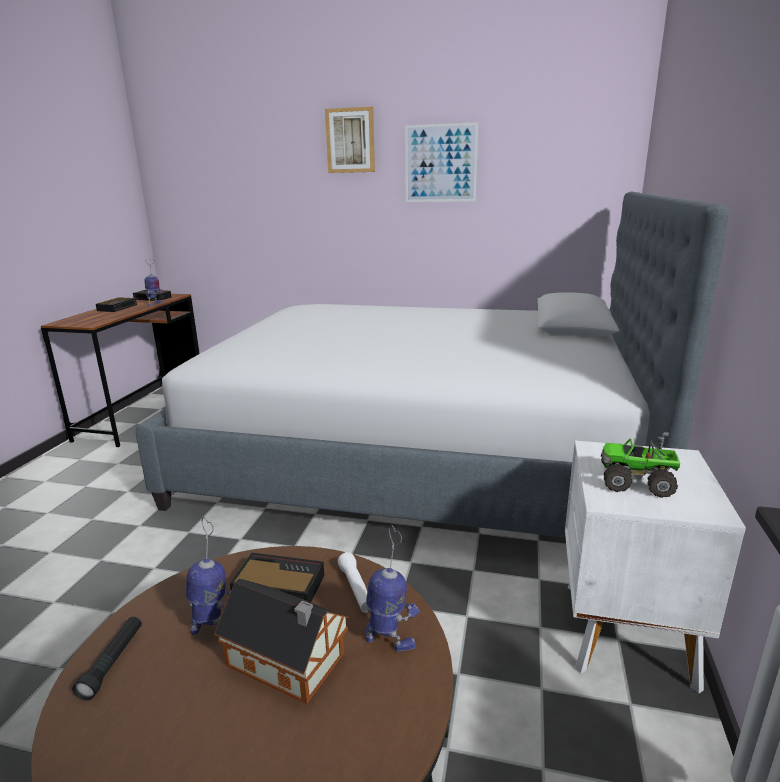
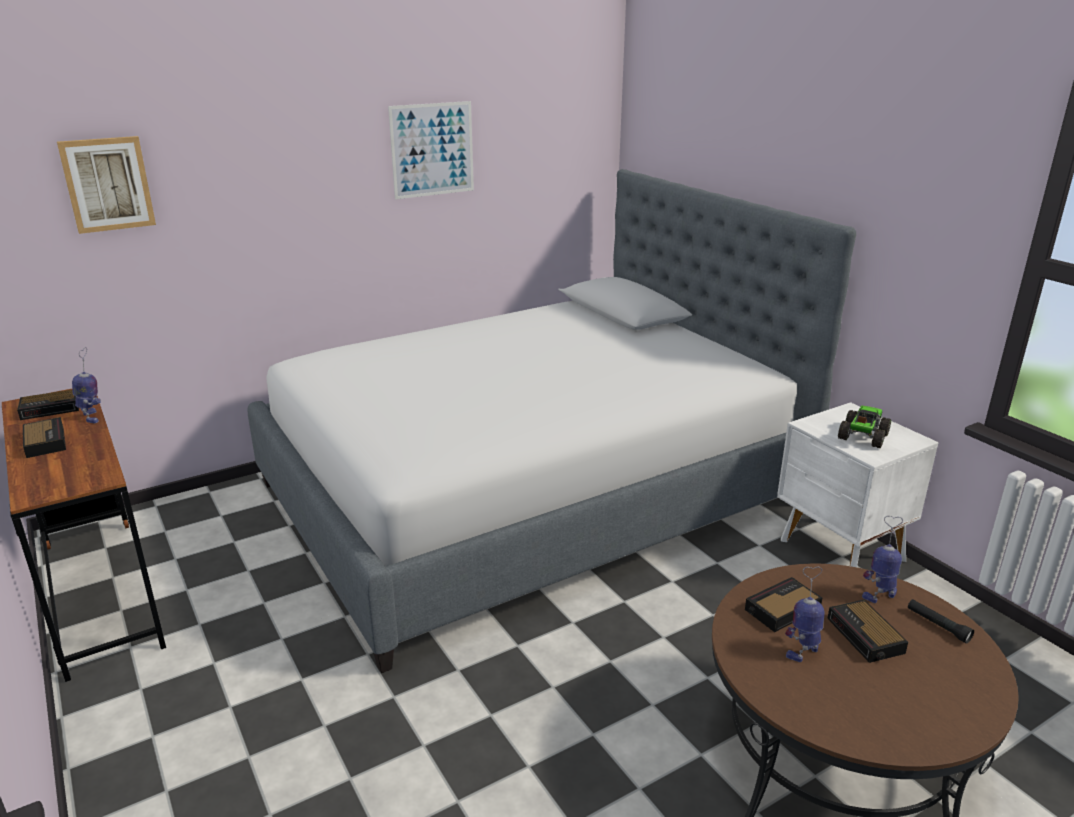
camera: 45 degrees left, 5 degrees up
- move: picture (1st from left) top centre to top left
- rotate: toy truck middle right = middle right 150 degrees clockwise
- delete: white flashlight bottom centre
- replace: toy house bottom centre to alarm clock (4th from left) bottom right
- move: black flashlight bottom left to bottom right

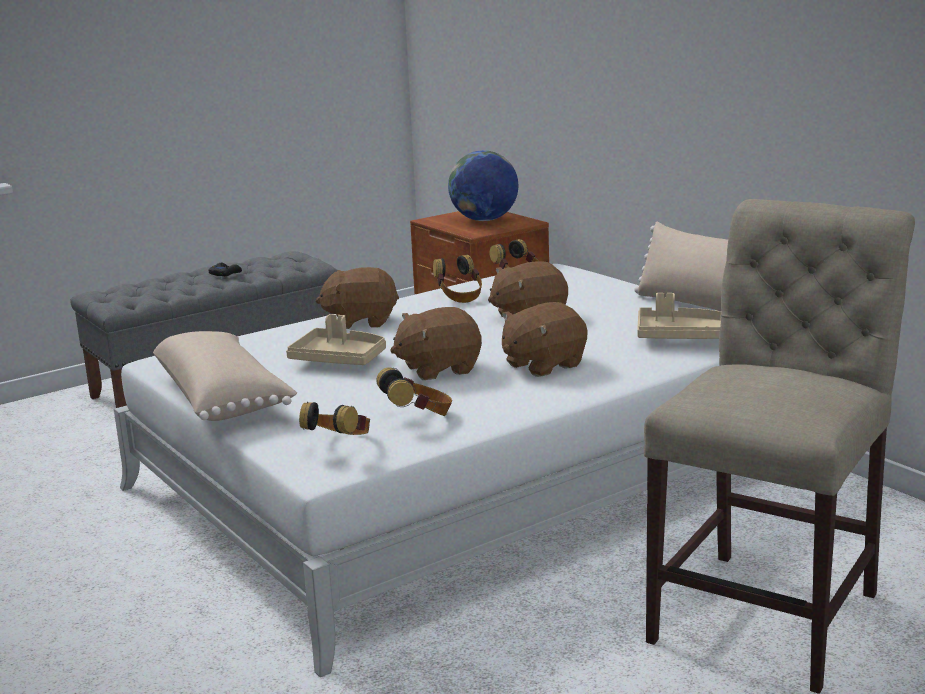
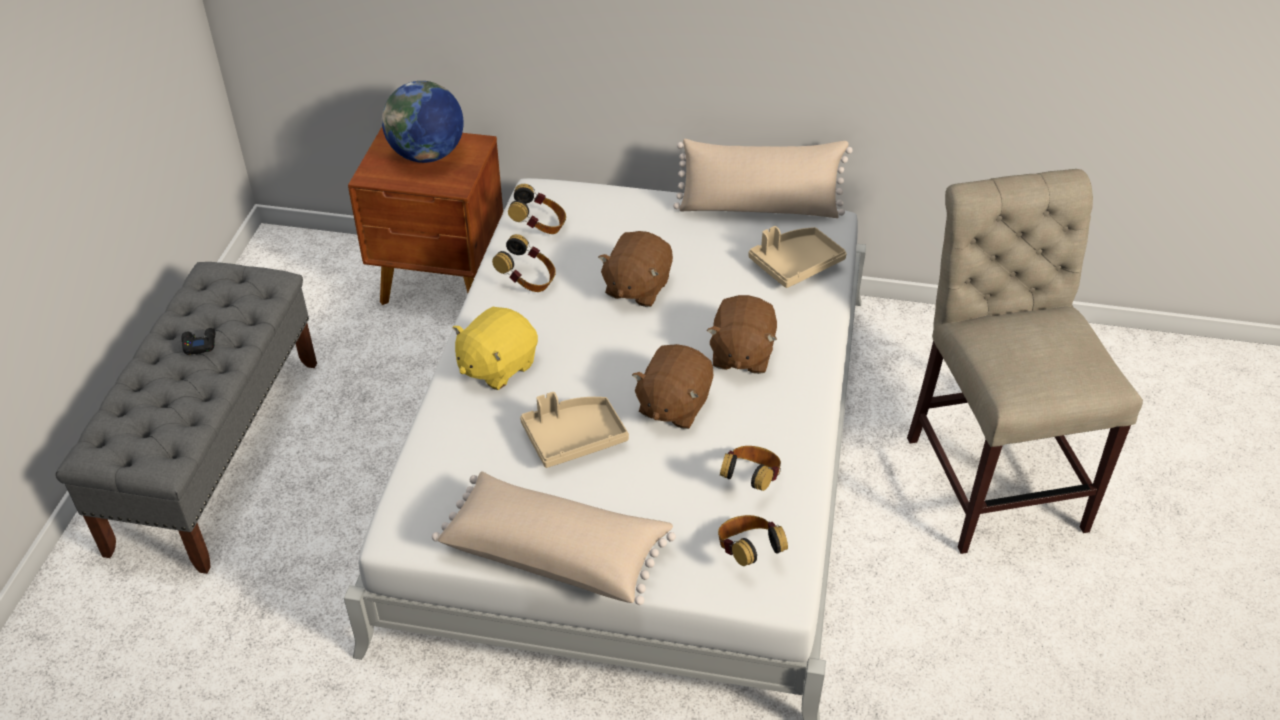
camera: 45 degrees left, 25 degrees up
- recolor: brown plush toy (1st from left) centre to yellow plush toy centre

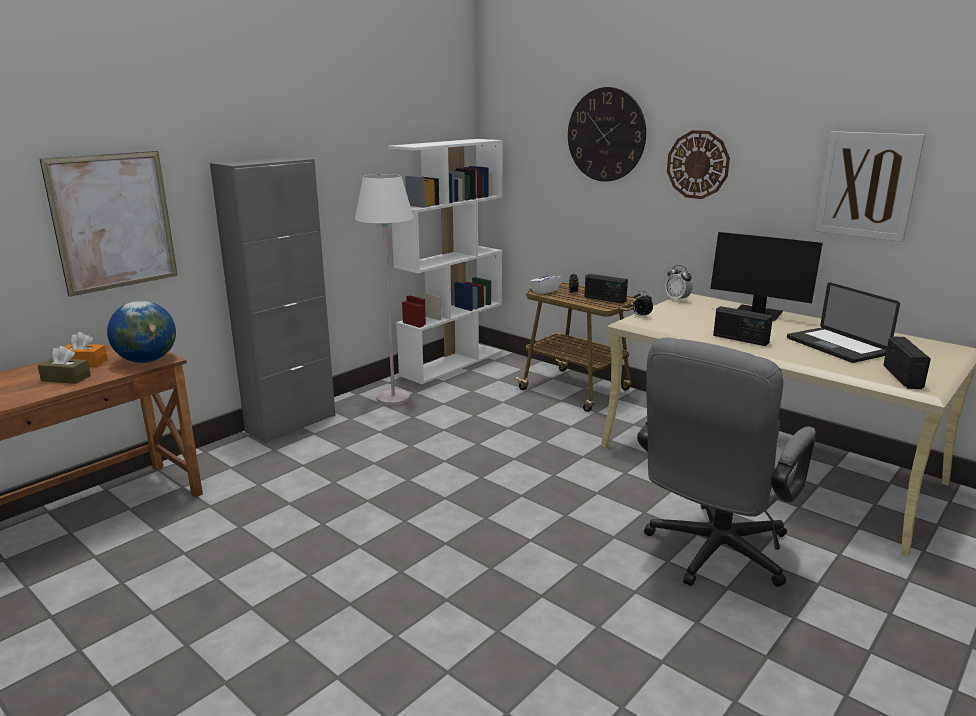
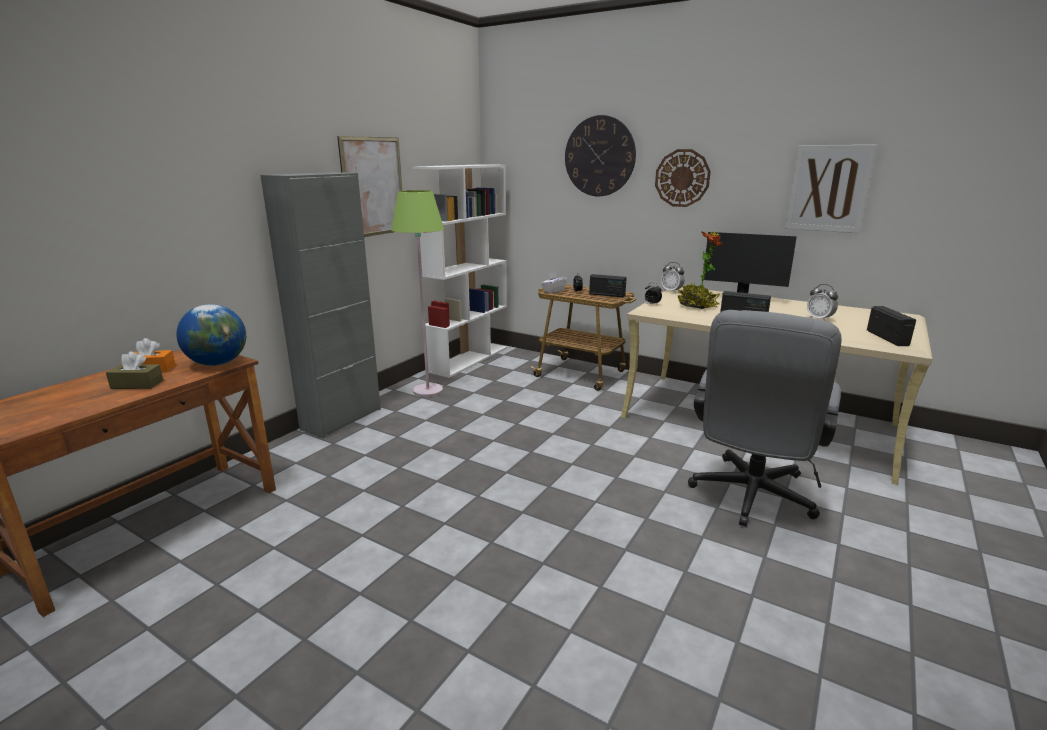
camera: 10 degrees left, 0 degrees up
- move: picture (1st from left) top left to top centre
- recolor: white floor lamp centre to green floor lamp centre
- replace: laptop middle right to alarm clock (4th from left) middle right
- insert: potted plant middle right

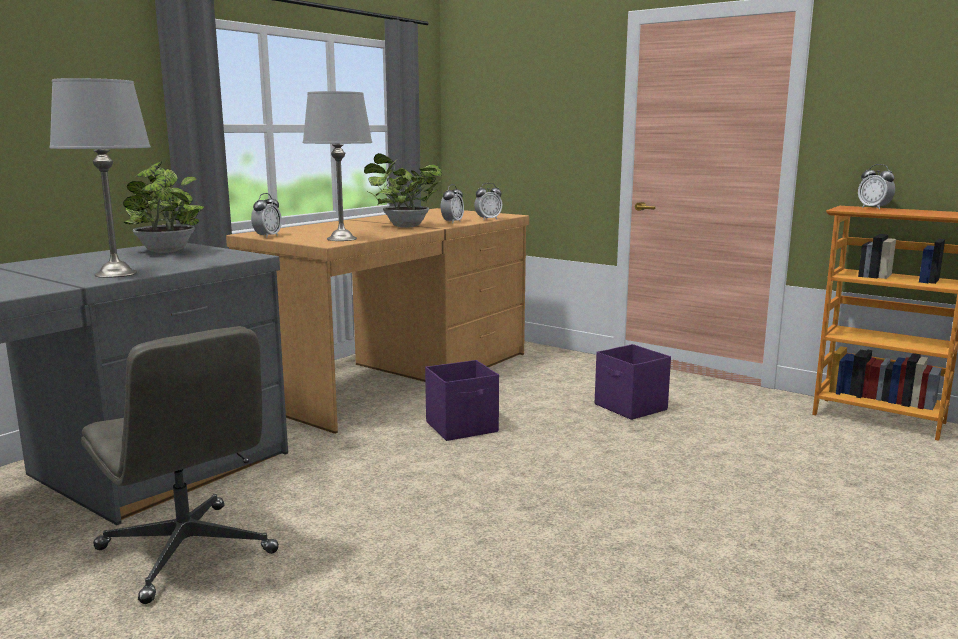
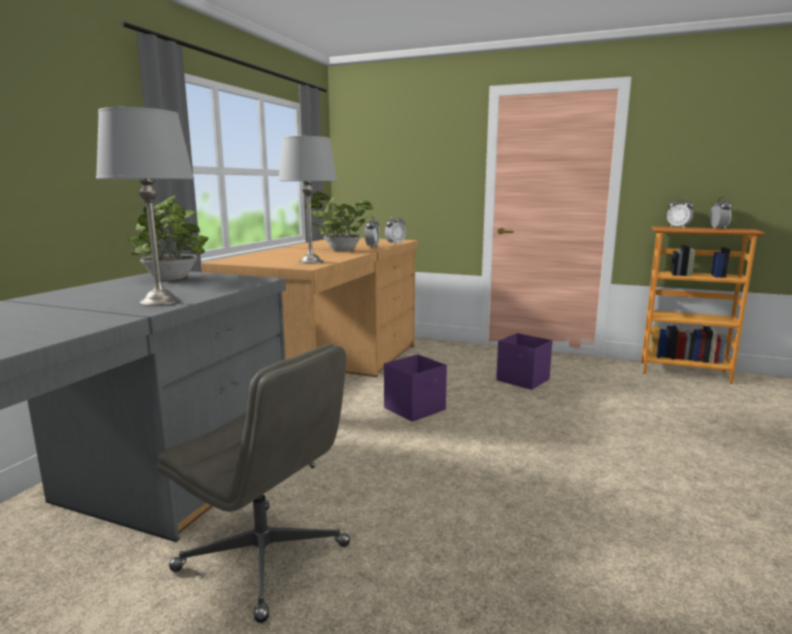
camera: 15 degrees left, 0 degrees up
- move: alarm clock (1st from left in the first image) middle left to alarm clock (4th from left) middle right

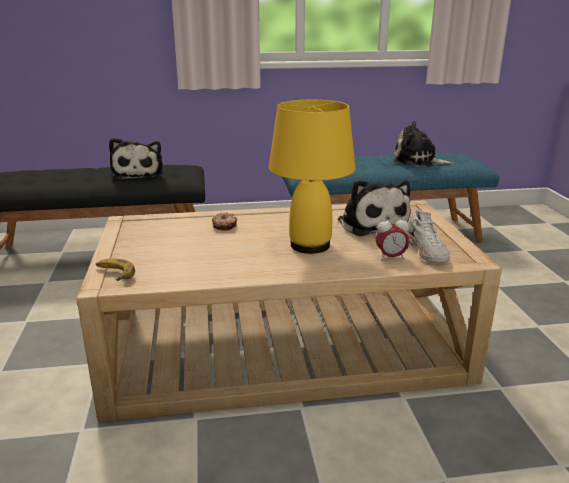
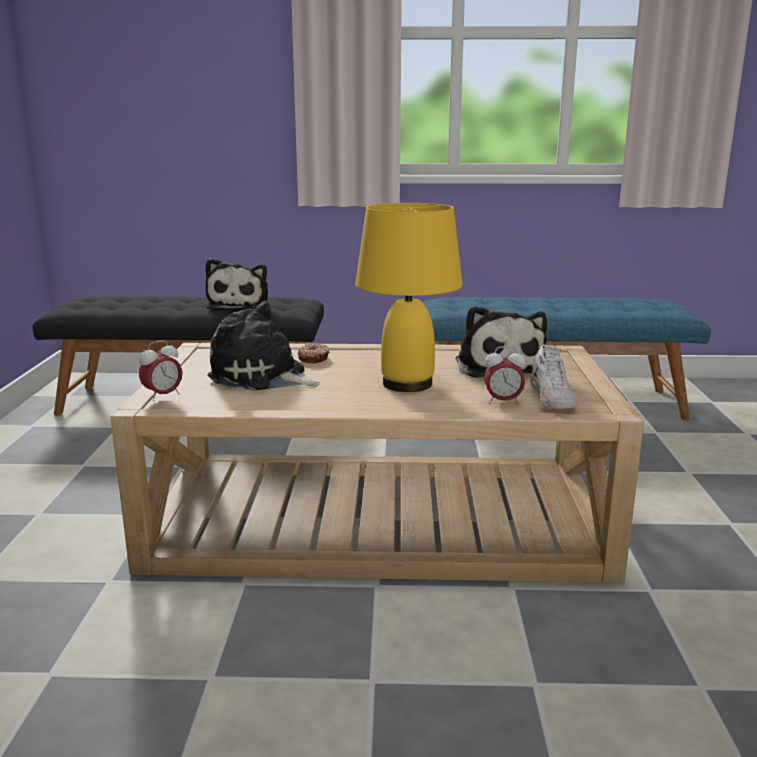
camera: 10 degrees right, 5 degrees down
- move: plush toy (3rd from left in the first image) top right to plush toy (2nd from left) centre
- replace: banana middle left to alarm clock (1st from left) middle left

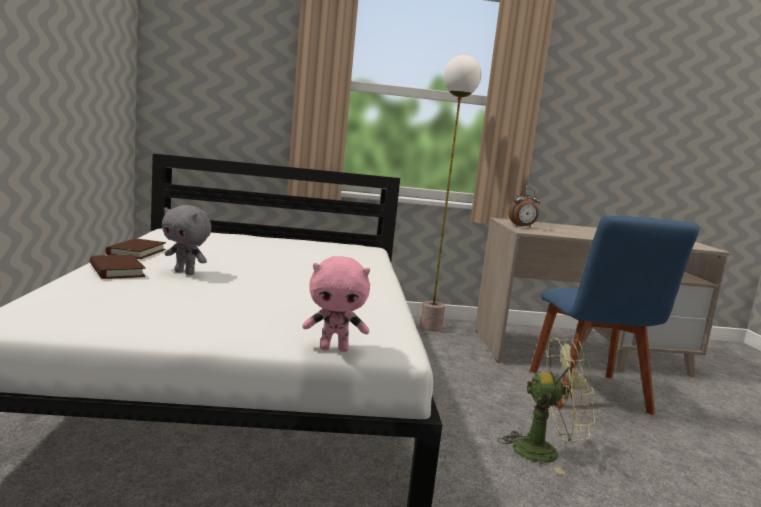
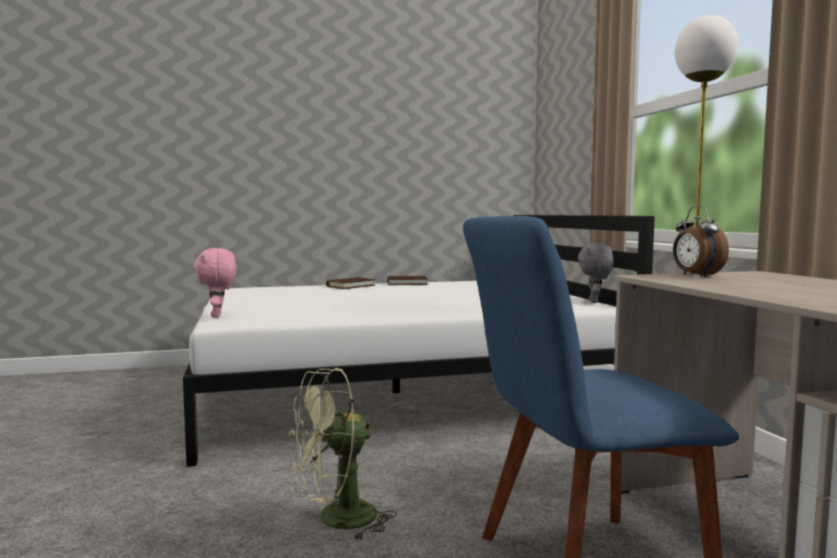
camera: 80 degrees right, 5 degrees down
- move: grey plush toy middle left to middle right
- rotate: green fan bottom right = bottom centre 75 degrees clockwise

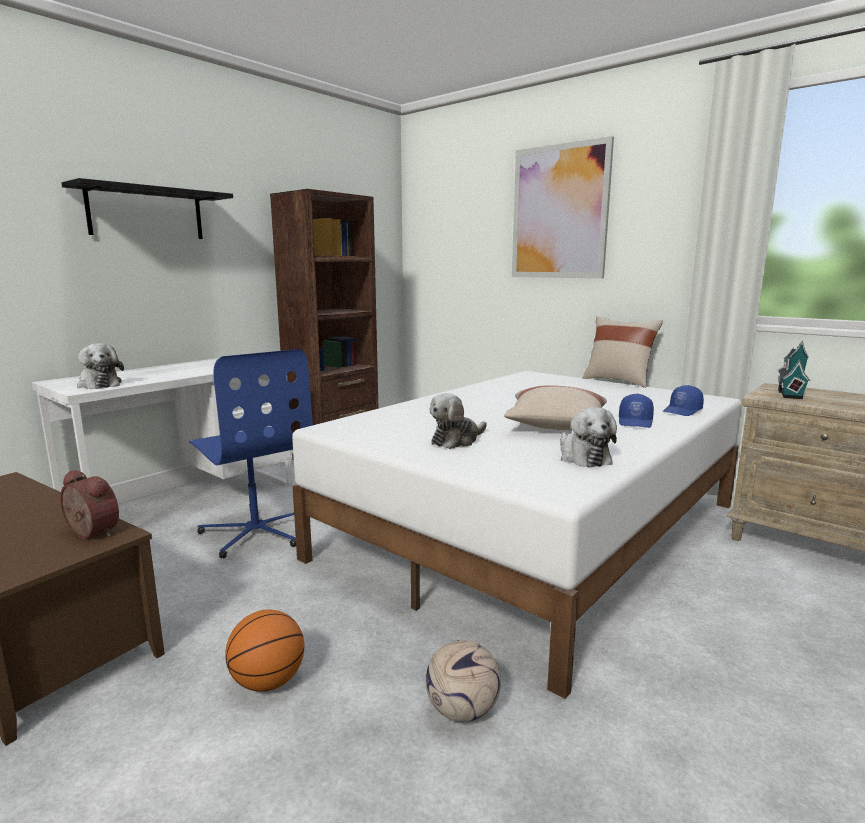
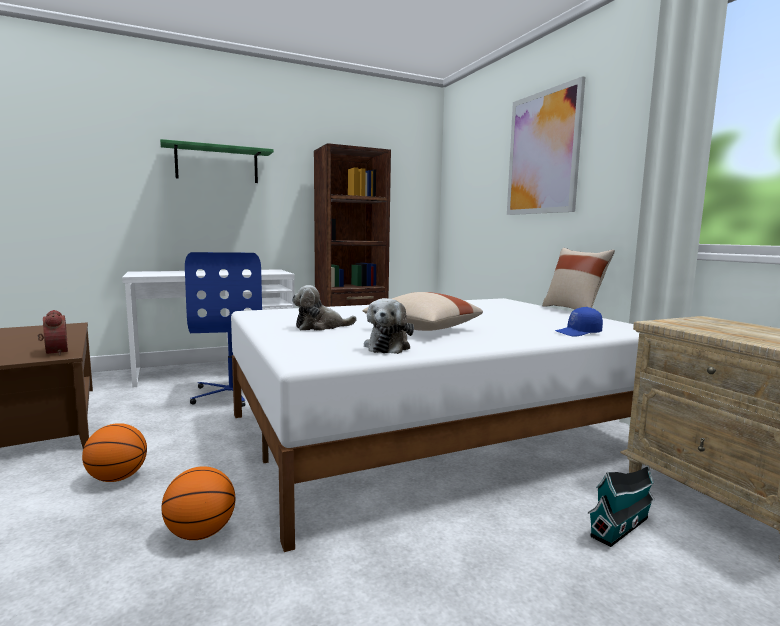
camera: 25 degrees right, 5 degrees down
- recolor: black shelf top left to green shelf top left
- move: toy house middle right to bottom right
- delete: plush toy (1st from left) middle left
- delete: blue cap (1st from left) middle right
- replace: football bottom centre to basketball (2nd from left) bottom left

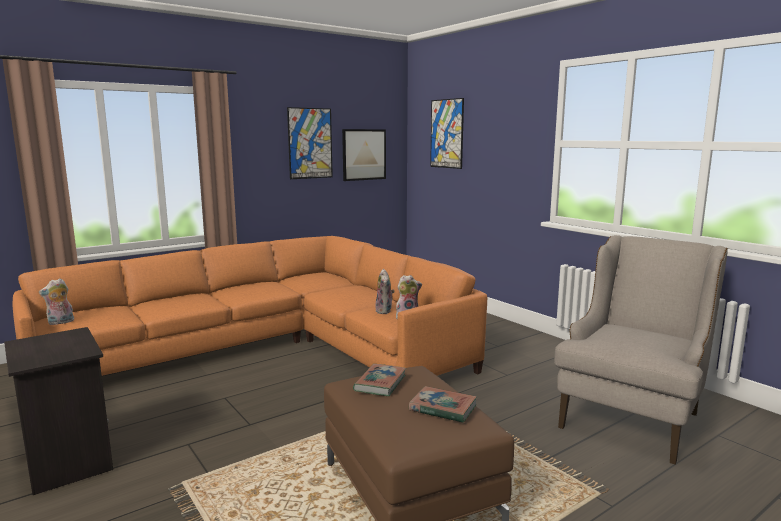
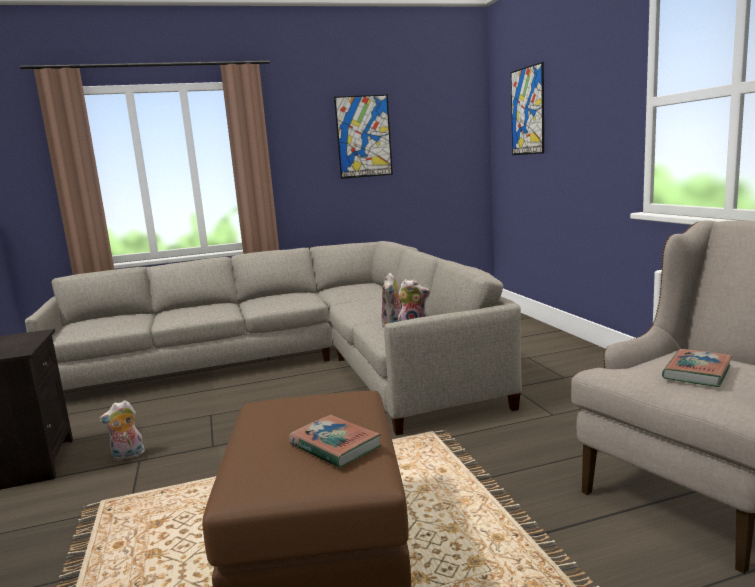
camera: 20 degrees right, 0 degrees up
- delete: picture (2nd from left) top centre
- recolor: orange sofa middle left to grey sofa centre
- move: plush toy (1st from left) middle left to bottom left
- move: book (1st from left in the first image) bottom centre to book (2nd from left) middle right

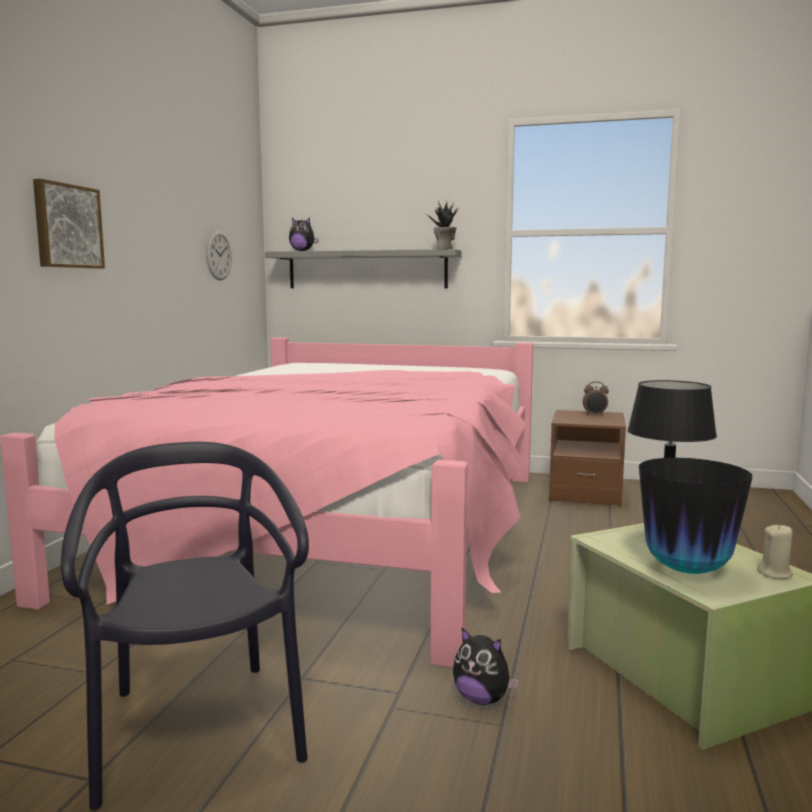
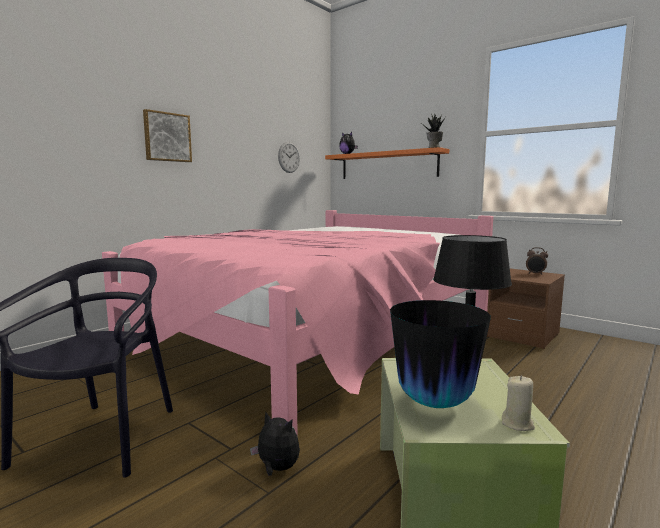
camera: 25 degrees right, 0 degrees up
- recolor: grey shelf top centre to orange shelf top centre
- rotate: plush toy (2nd from left in the first image) bottom centre = bottom centre 150 degrees clockwise

